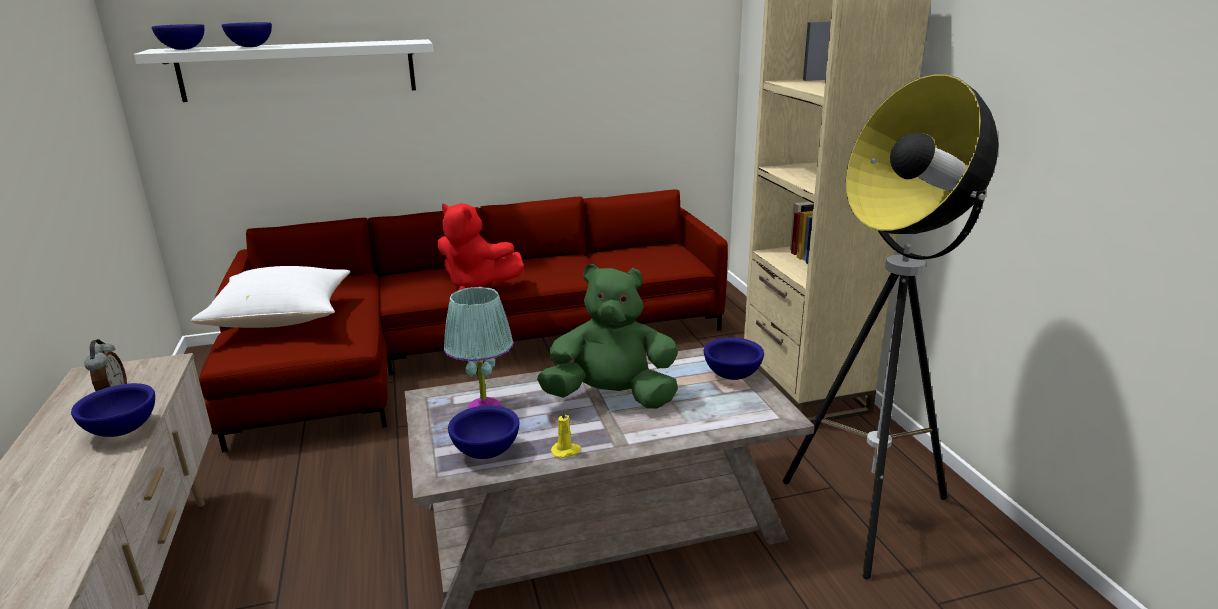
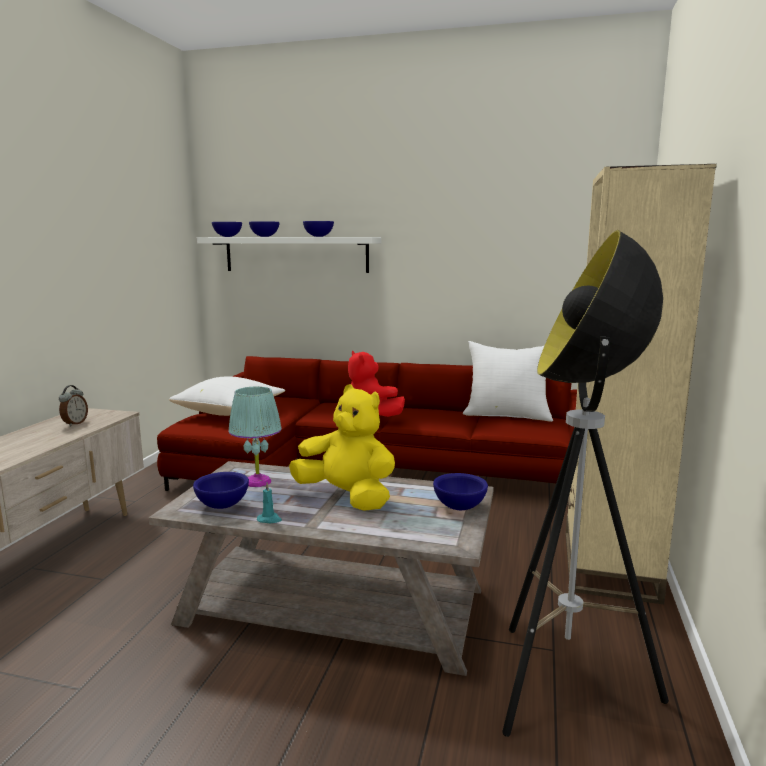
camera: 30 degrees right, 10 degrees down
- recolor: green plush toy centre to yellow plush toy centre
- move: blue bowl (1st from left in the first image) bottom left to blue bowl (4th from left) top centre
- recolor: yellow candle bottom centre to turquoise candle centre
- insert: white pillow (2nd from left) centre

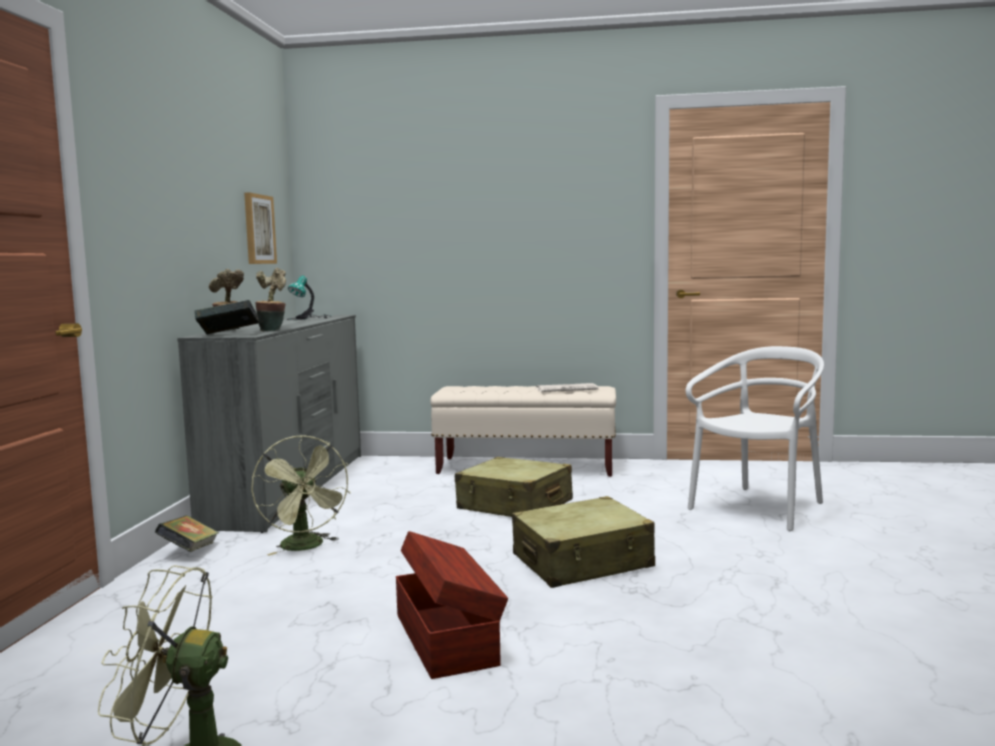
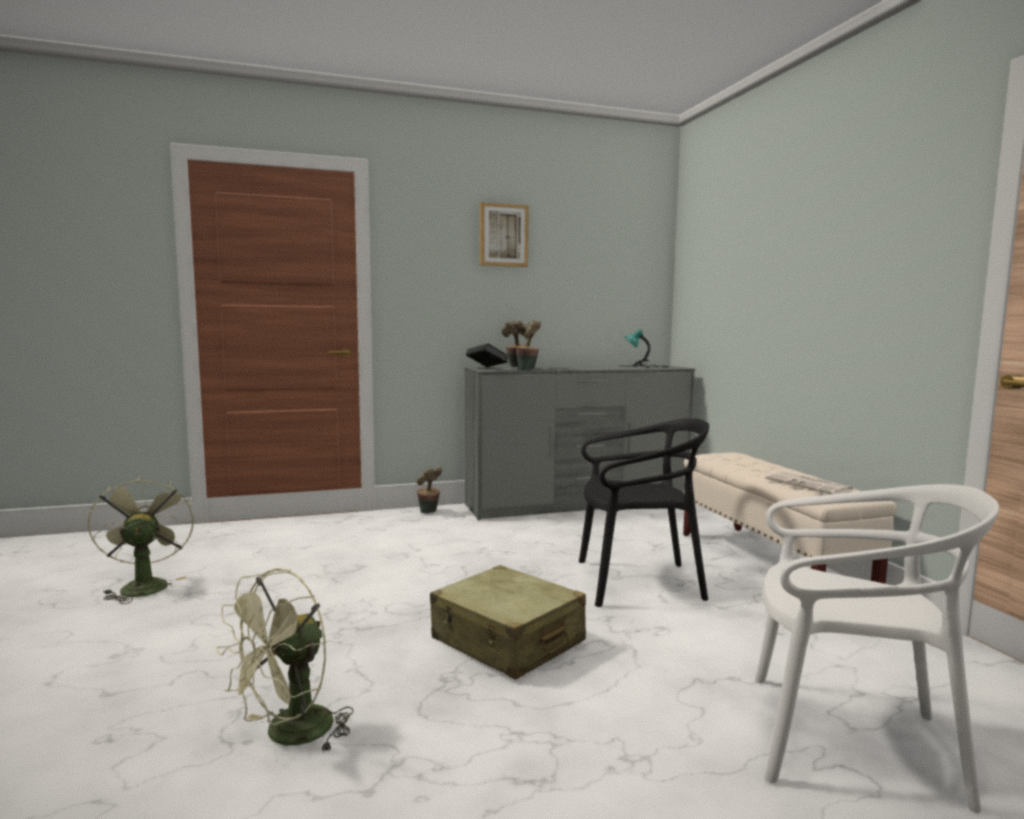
camera: 65 degrees right, 0 degrees up
- move: picture top left to top centre
- move: green fan (2nd from left) middle left to bottom left
- replace: beige suitcase (1st from left) centre to black chair centre
- replace: book (1st from left) bottom left to potted plant (1st from left) centre
- delete: brown storage box bottom centre

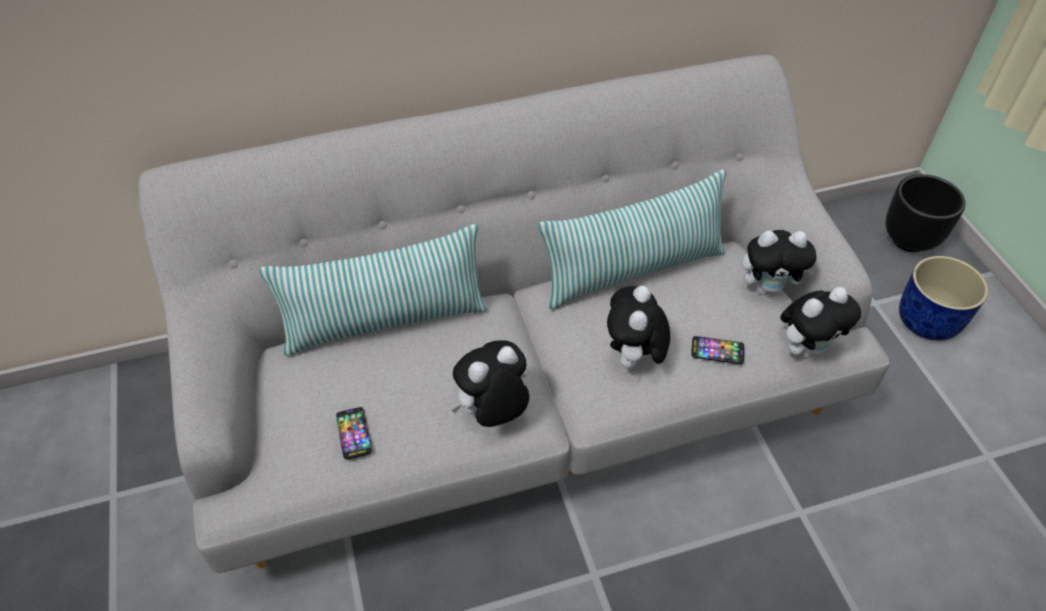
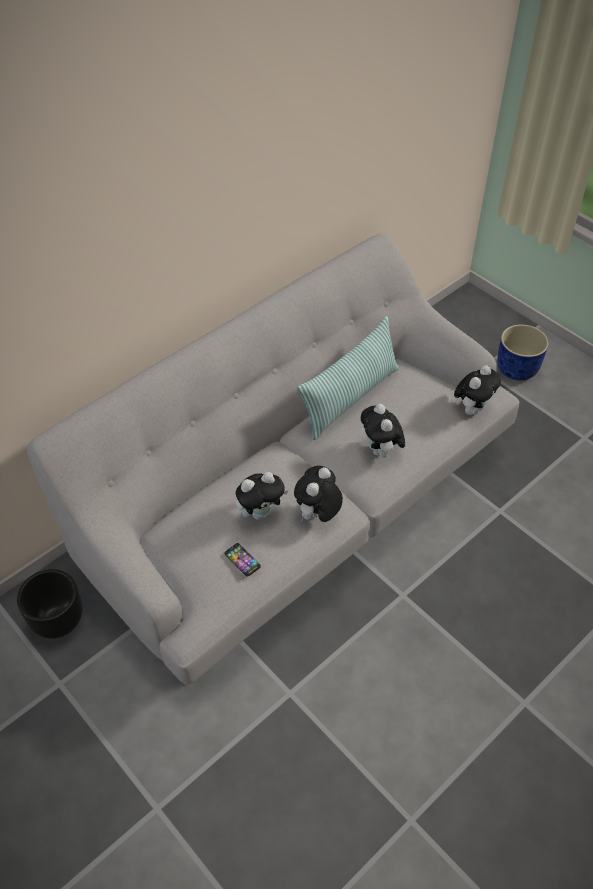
camera: 25 degrees left, 0 degrees up
- move: black planter middle right to bottom left
- delete: pillow (1st from left) centre
- move: plush toy (3rd from left in the first image) middle right to plush toy (1st from left) centre
- delete: phone (2nd from left) middle right

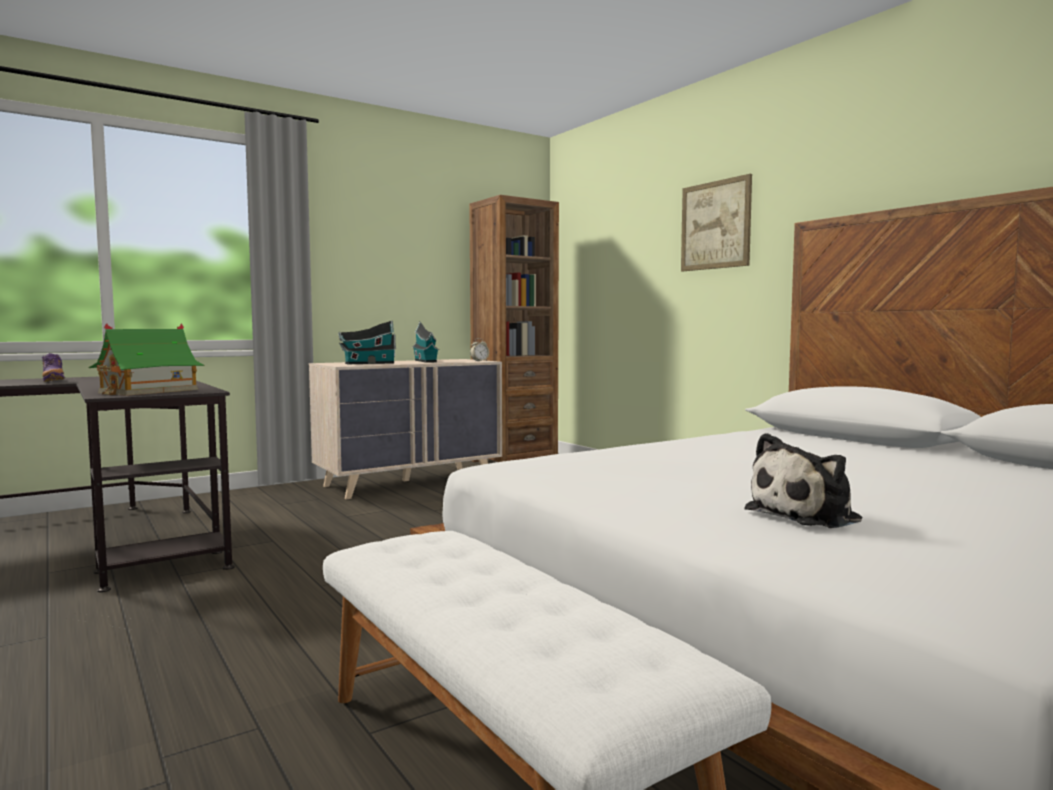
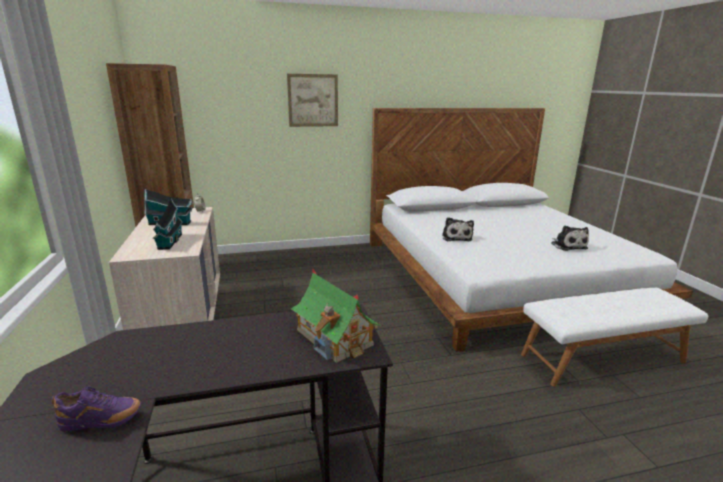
camera: 70 degrees left, 15 degrees up
- insert: plush toy (1st from left) centre

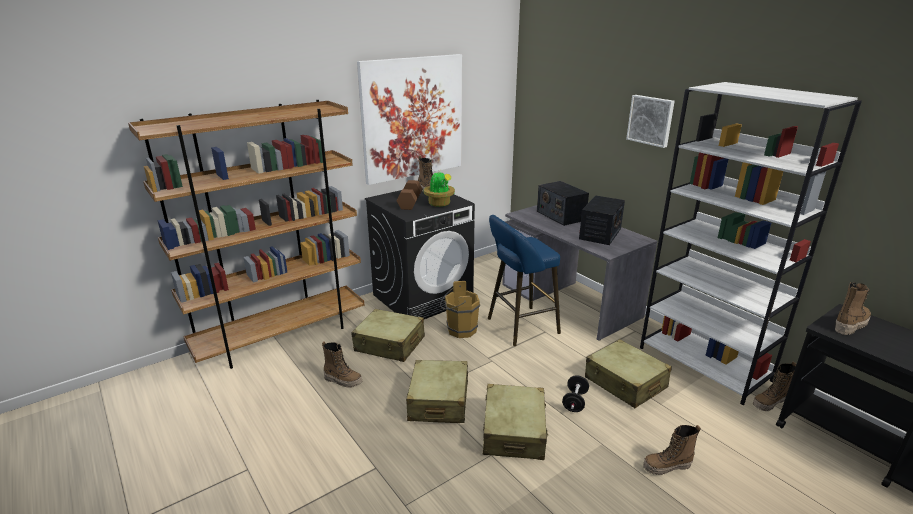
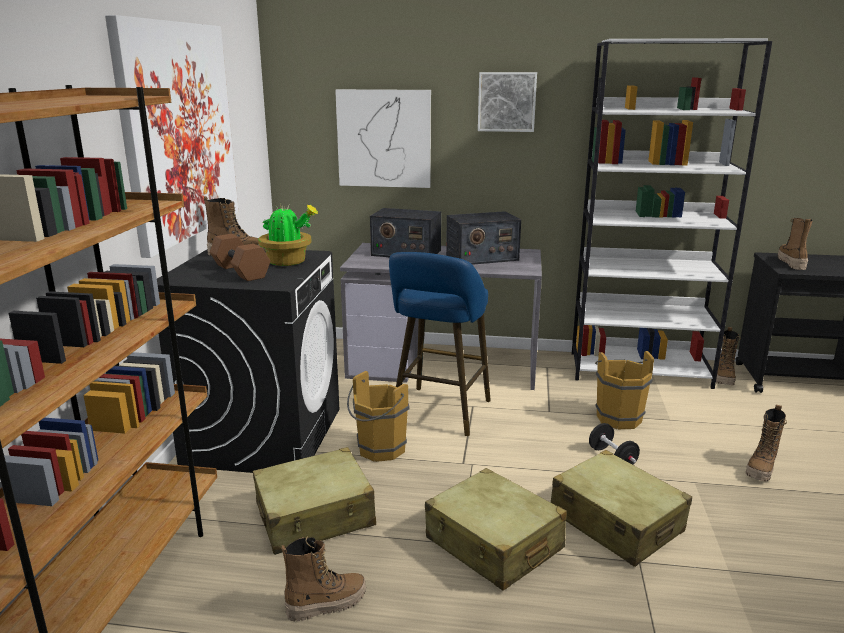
camera: 45 degrees left, 5 degrees down
- rotate: radio (2nd from left) centre = centre 90 degrees clockwise
- replace: beige suitcase (4th from left) bottom right to brown bucket (2nd from left) middle right
- insert: picture (2nd from left) top centre

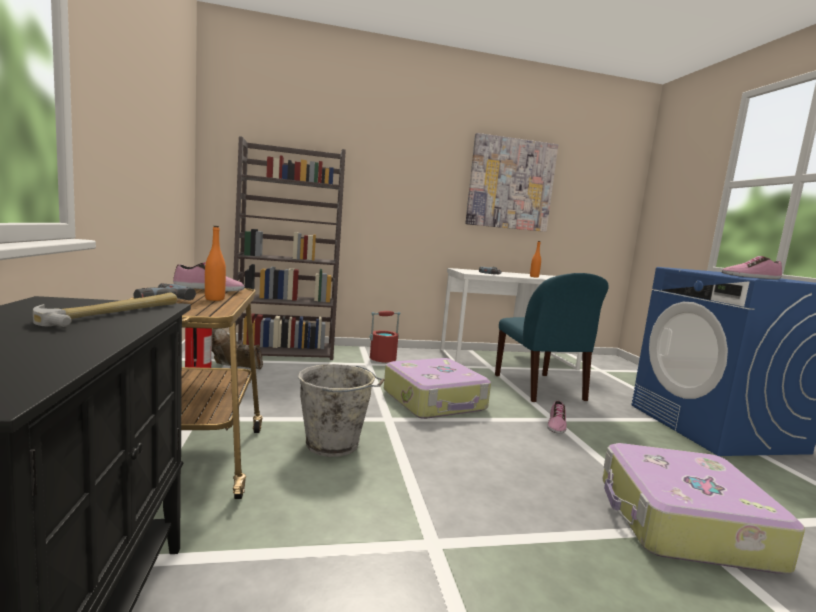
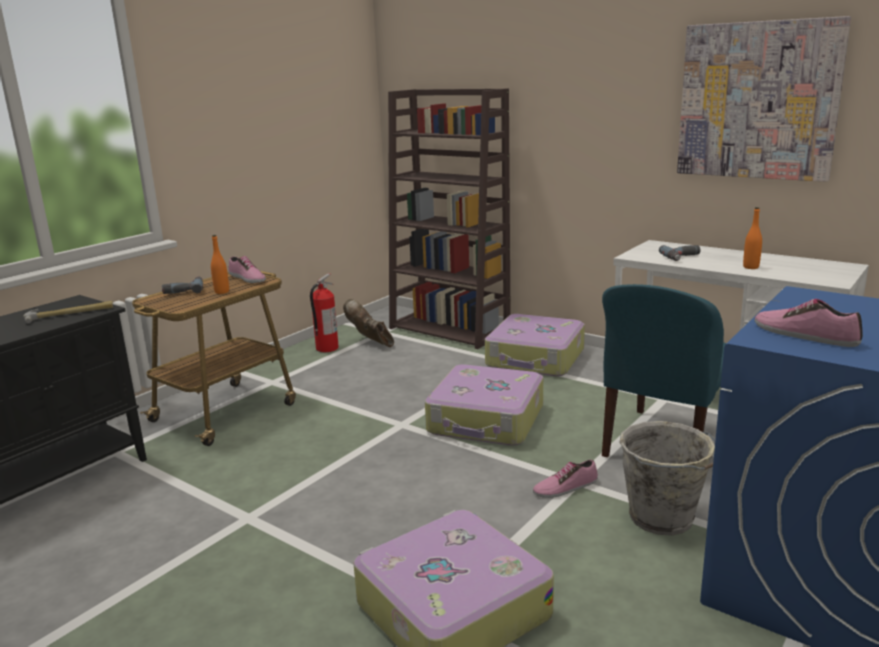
camera: 50 degrees right, 10 degrees up
- replace: red bucket centre to suitcase (3rd from left) centre
- move: grey bucket bottom centre to bottom right

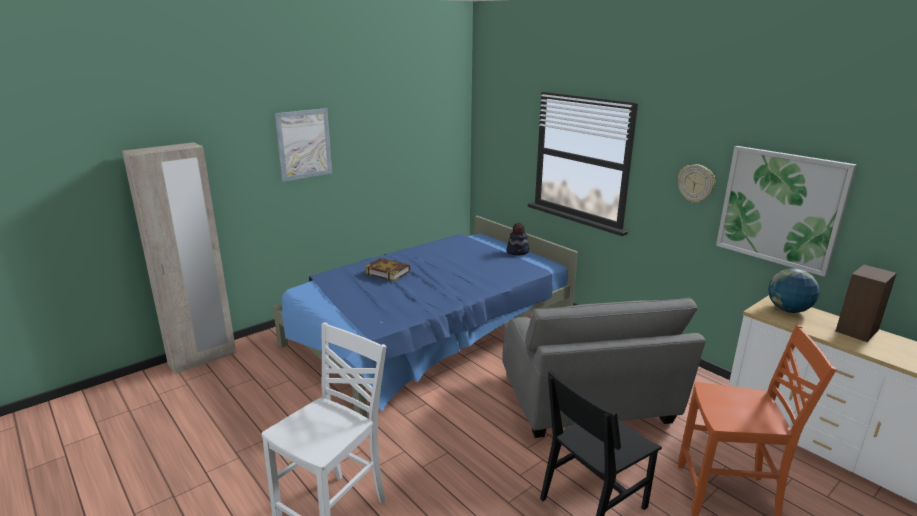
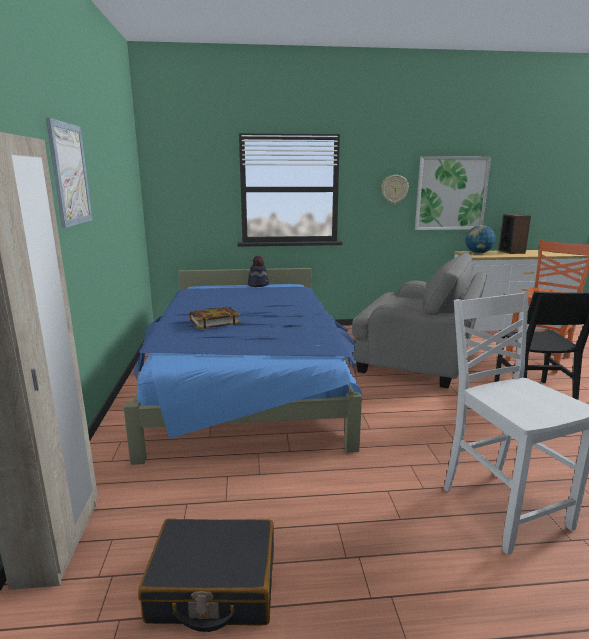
camera: 55 degrees left, 5 degrees down
- insert: black suitcase bottom centre

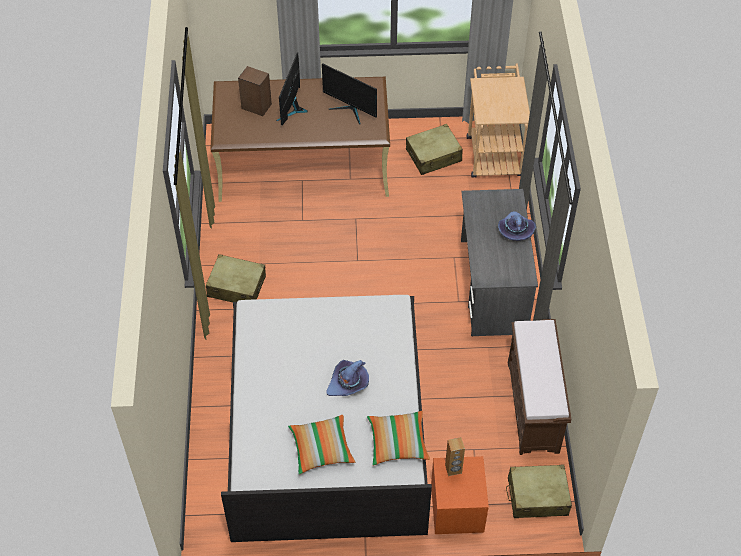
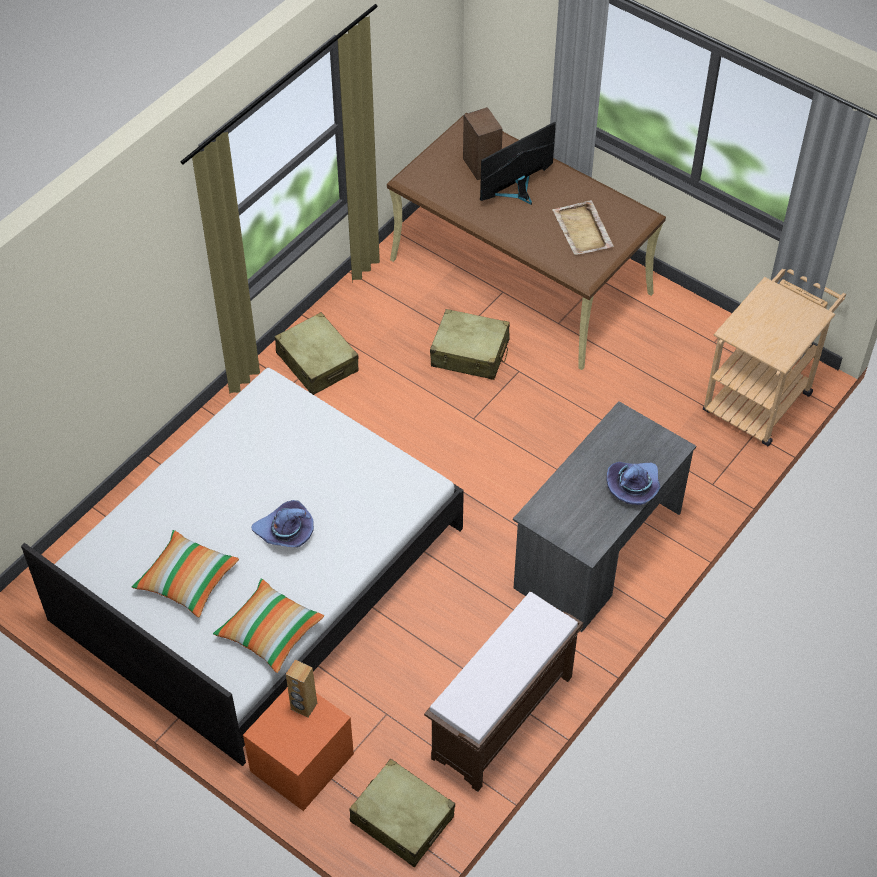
camera: 40 degrees right, 0 degrees up
- replace: monitor (2nd from left) top centre to beige tray top centre
- move: beige suitcase (2nd from left in the first image) top centre to beige suitcase (3rd from left) centre

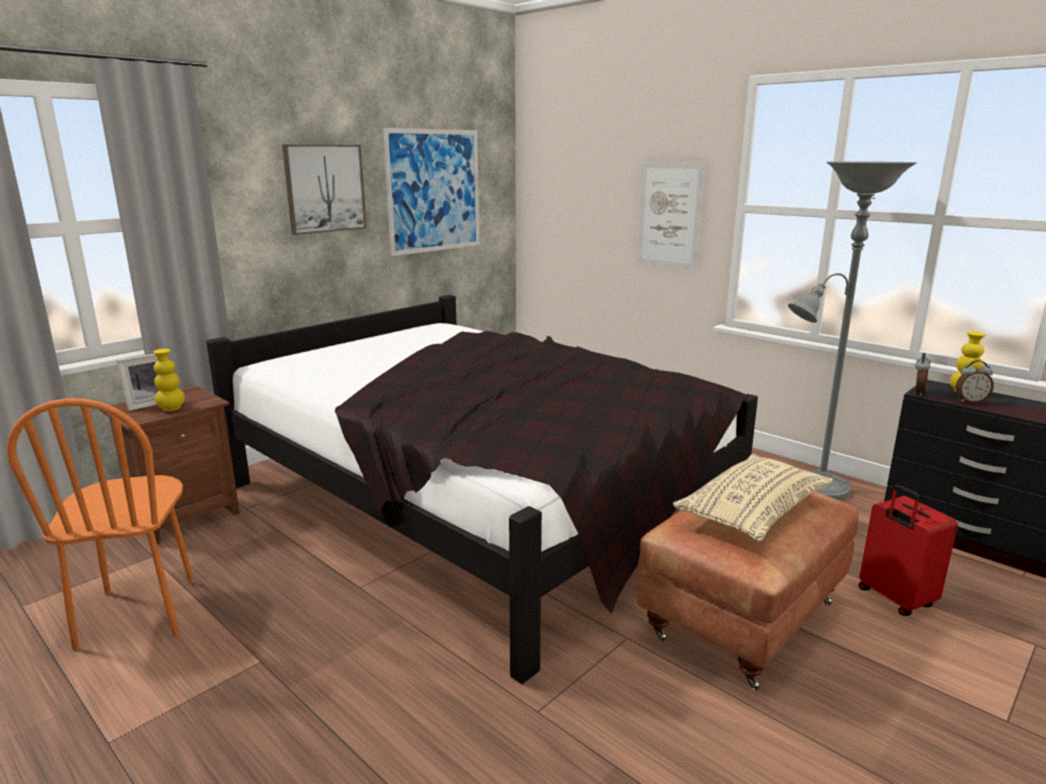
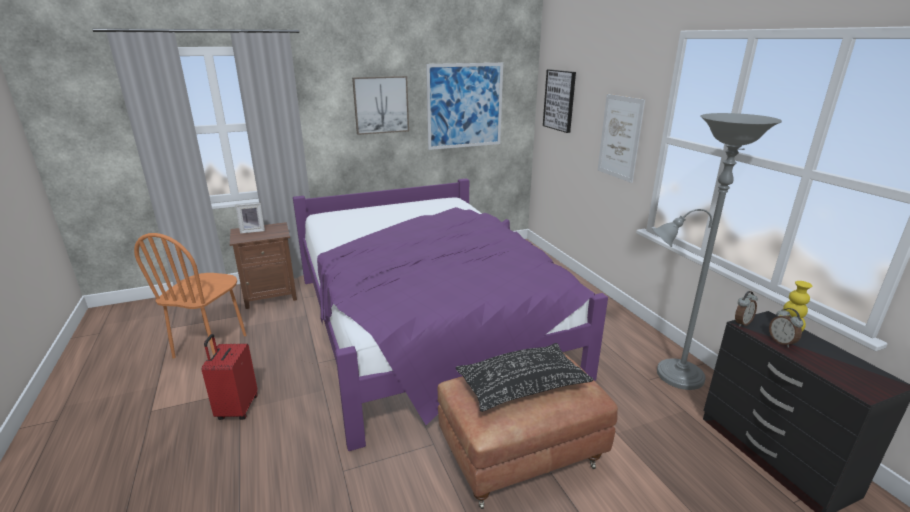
camera: 25 degrees right, 5 degrees up
- recolor: black bed centre to purple bed centre
- delete: yellow vase (1st from left) middle left
- rotate: alarm clock (2nd from left) middle right = middle right 45 degrees clockwise
- recolor: beige pillow middle right to black pillow bottom centre
- move: red suitcase bottom right to bottom left
- insert: picture (3rd from left) top centre

